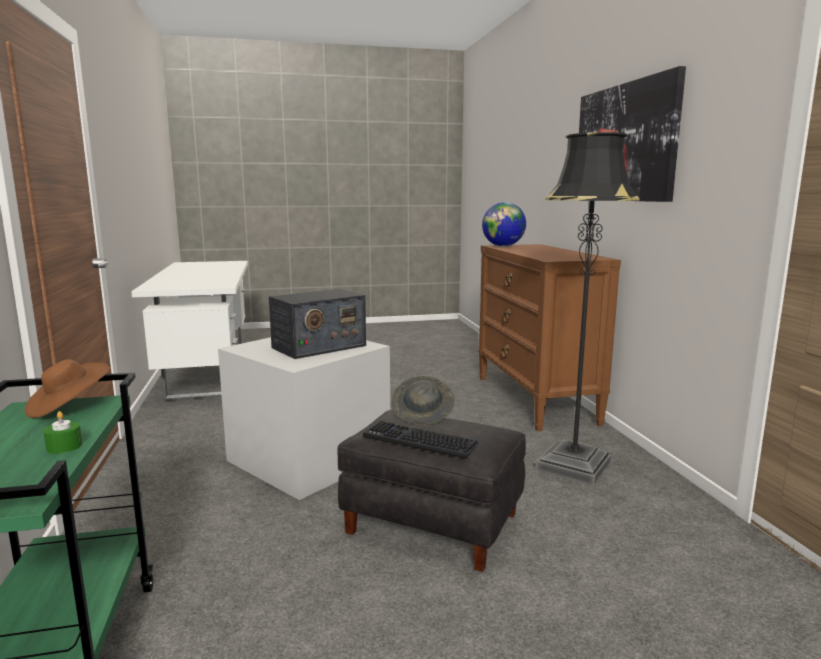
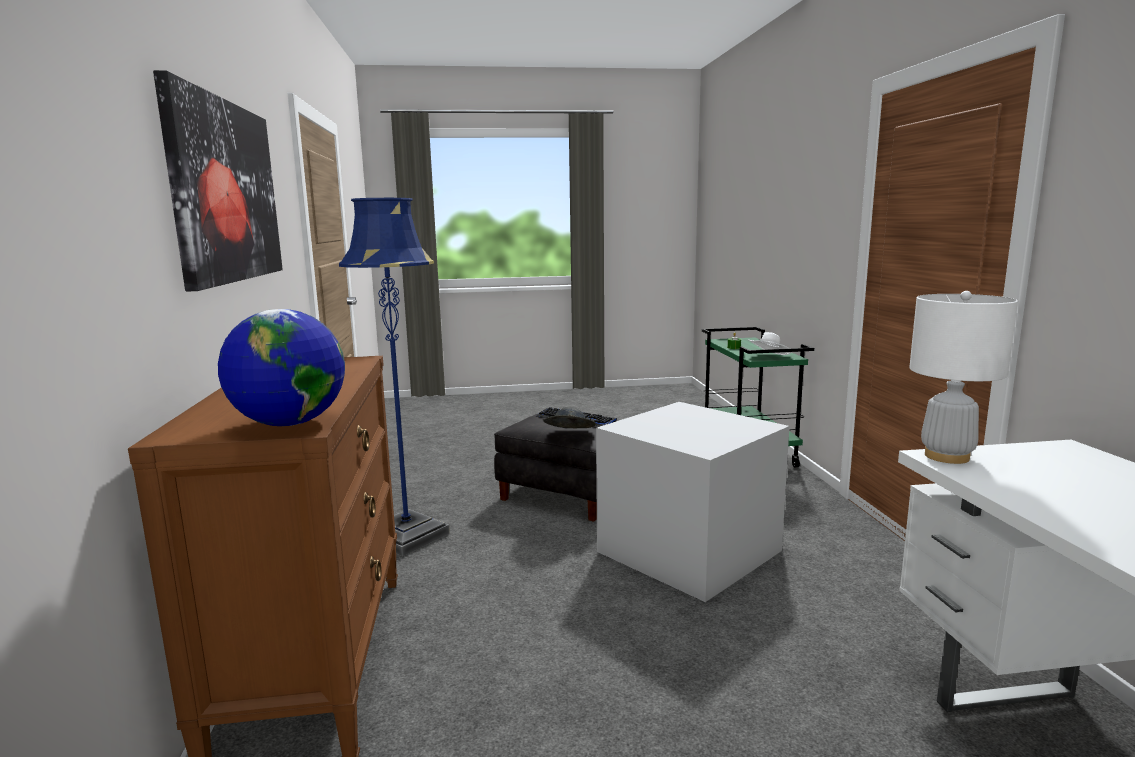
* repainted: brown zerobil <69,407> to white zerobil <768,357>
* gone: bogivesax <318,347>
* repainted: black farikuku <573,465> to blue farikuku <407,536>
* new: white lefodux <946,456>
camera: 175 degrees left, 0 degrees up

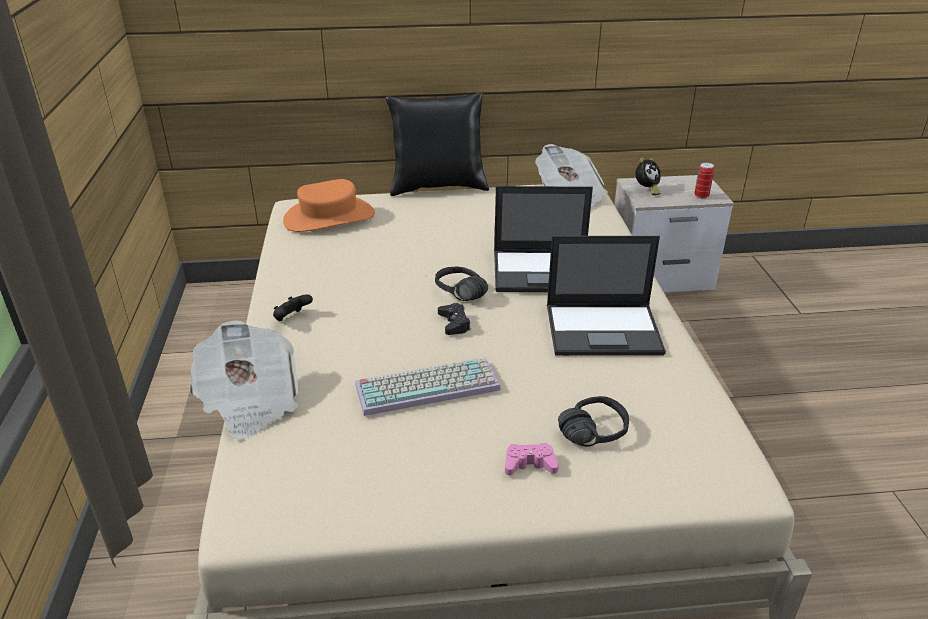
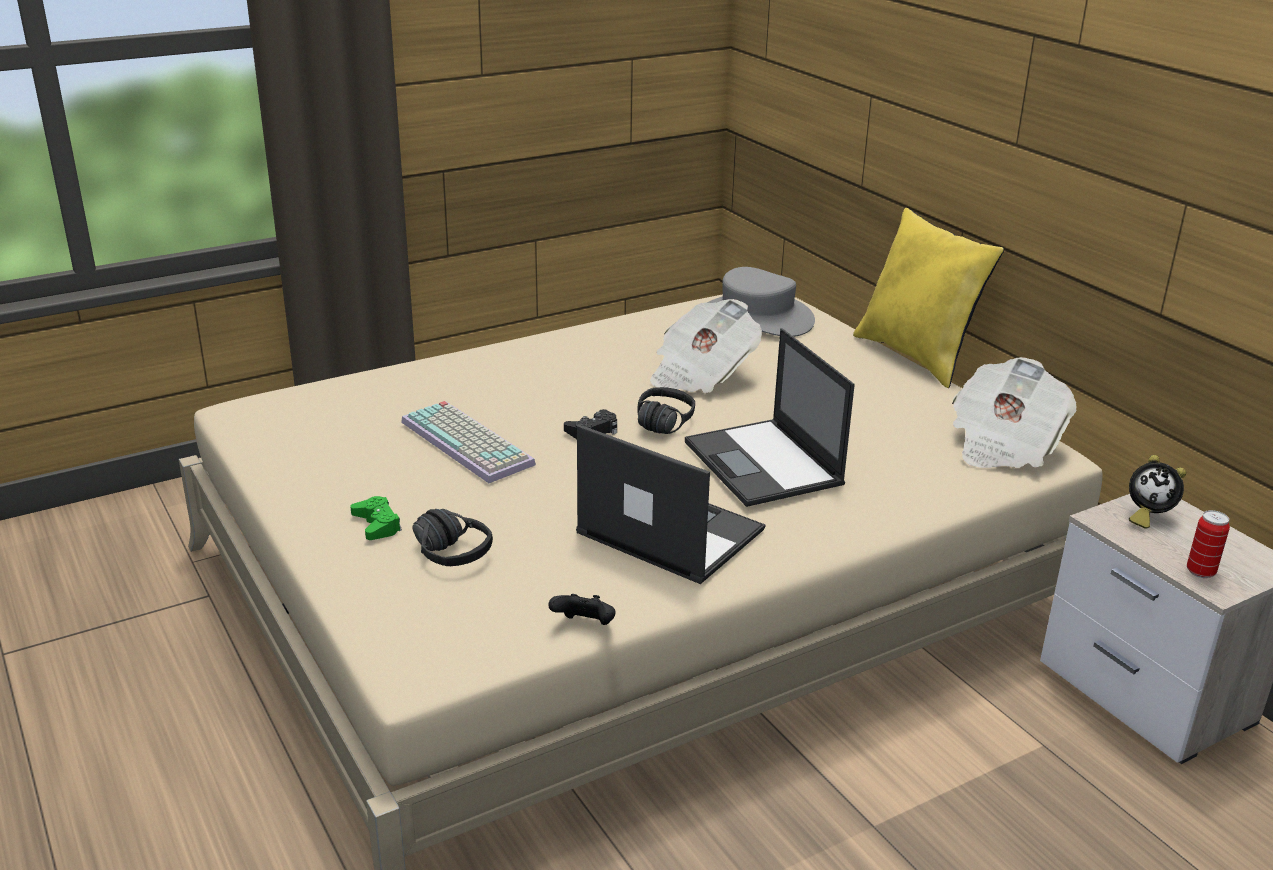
* shifted: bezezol <249,402> to <701,374>
* shifted: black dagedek <292,318> to <585,626>
* repainted: orange zerobil <329,217> to grey zerobil <757,317>
* repainted: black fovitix <438,186> to yellow fovitix <918,357>
* repainted: pink dagedek <529,464> to green dagedek <377,525>
* rotated: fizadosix <604,330> = <668,531> 150 degrees clockwise
camera: 65 degrees right, 5 degrees down

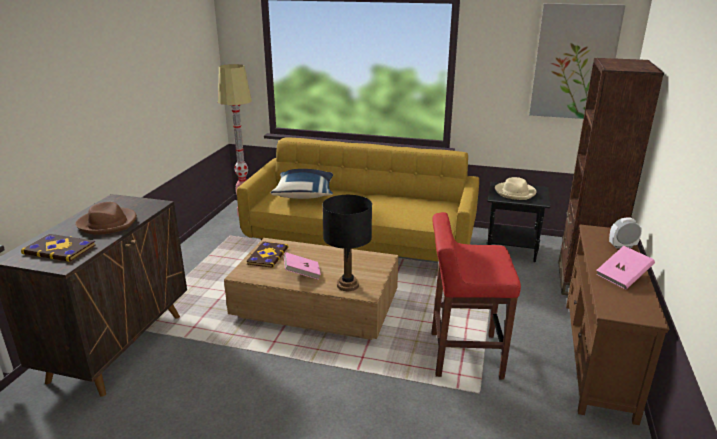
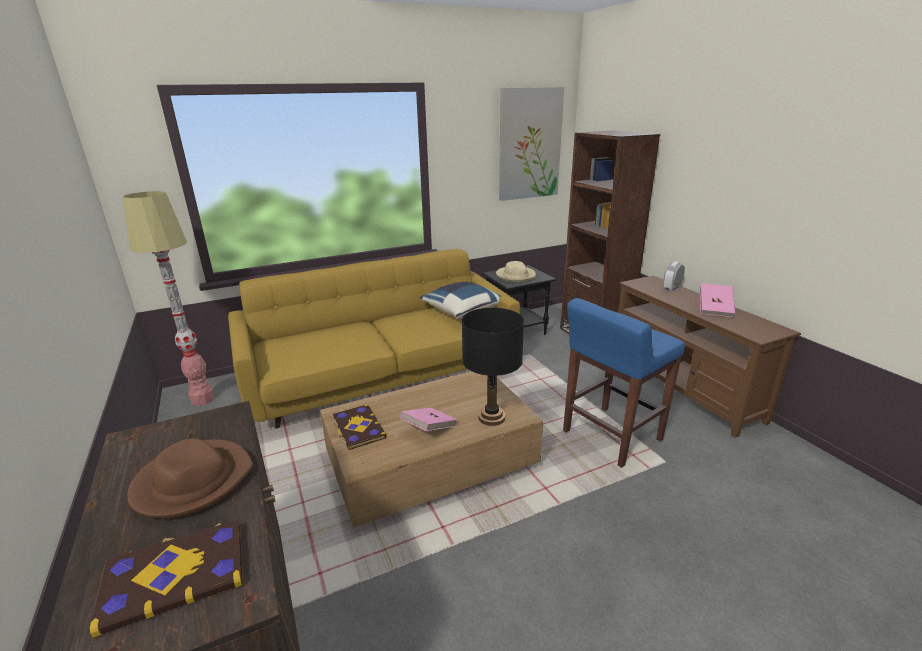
* shifted: blue fovitix <305,194> to <463,311>
* repainted: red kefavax <464,355> to blue kefavax <610,436>
camera: 40 degrees left, 0 degrees up

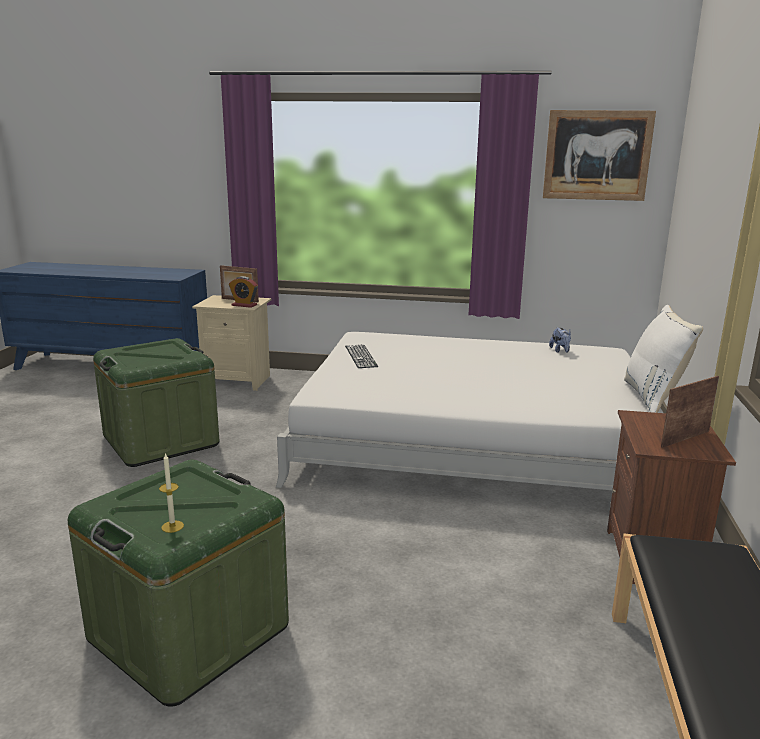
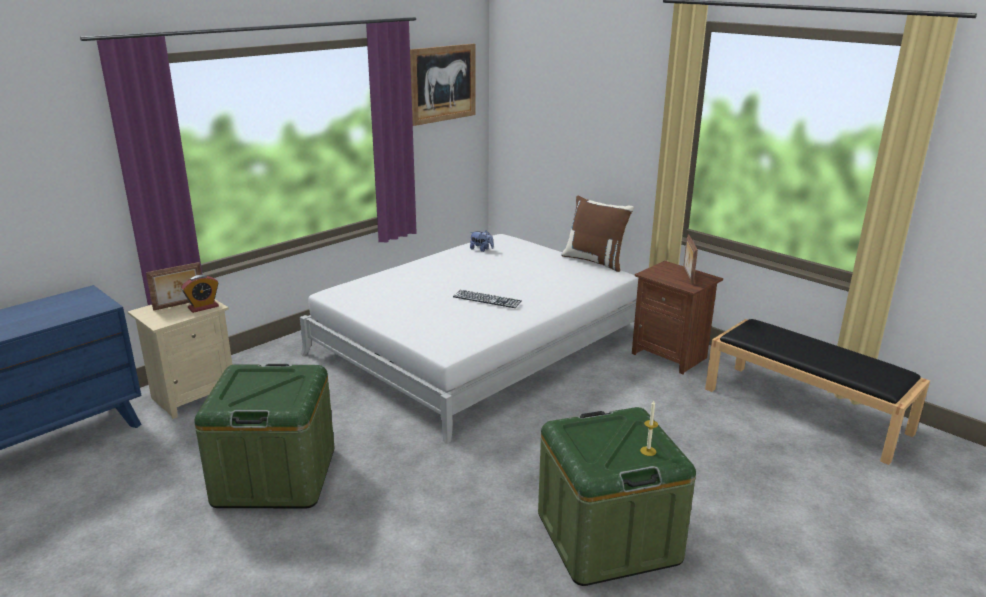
* shifted: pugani <361,356> to <487,299>
* repainted: white fovitix <654,398> to brown fovitix <595,261>
camera: 55 degrees left, 5 degrees up

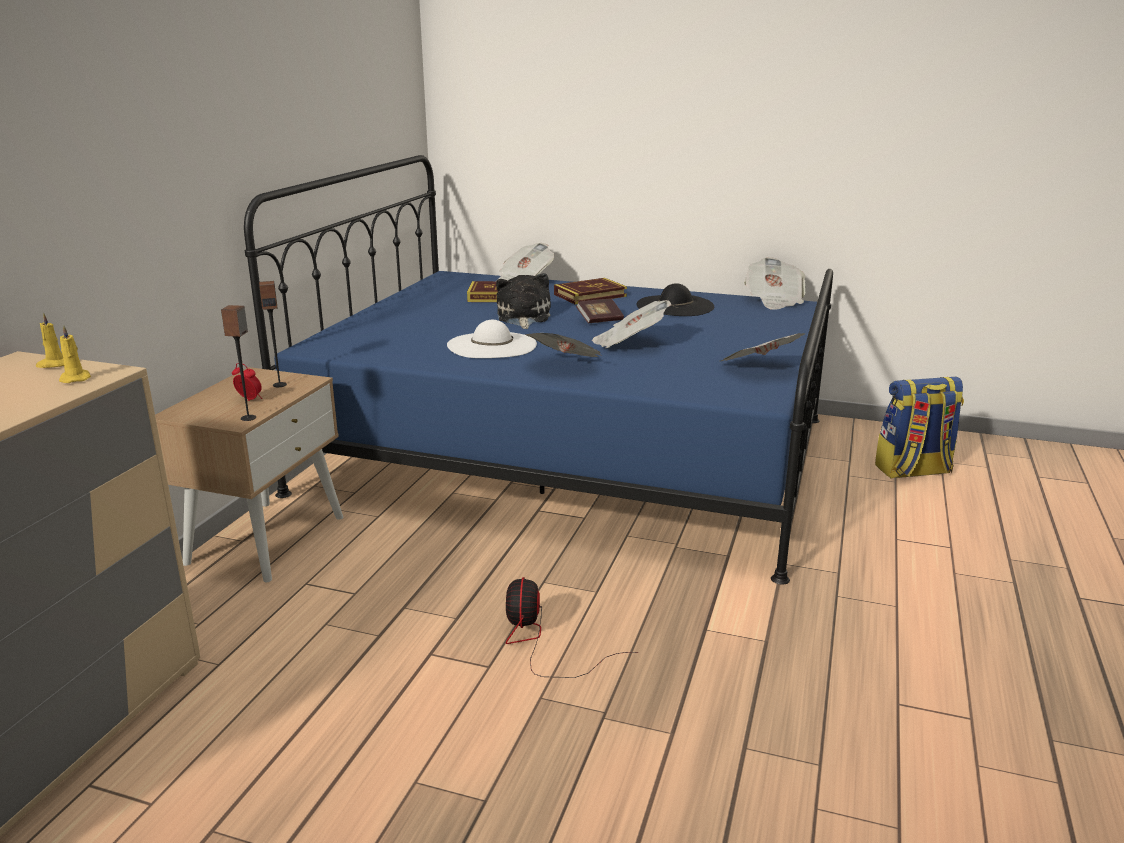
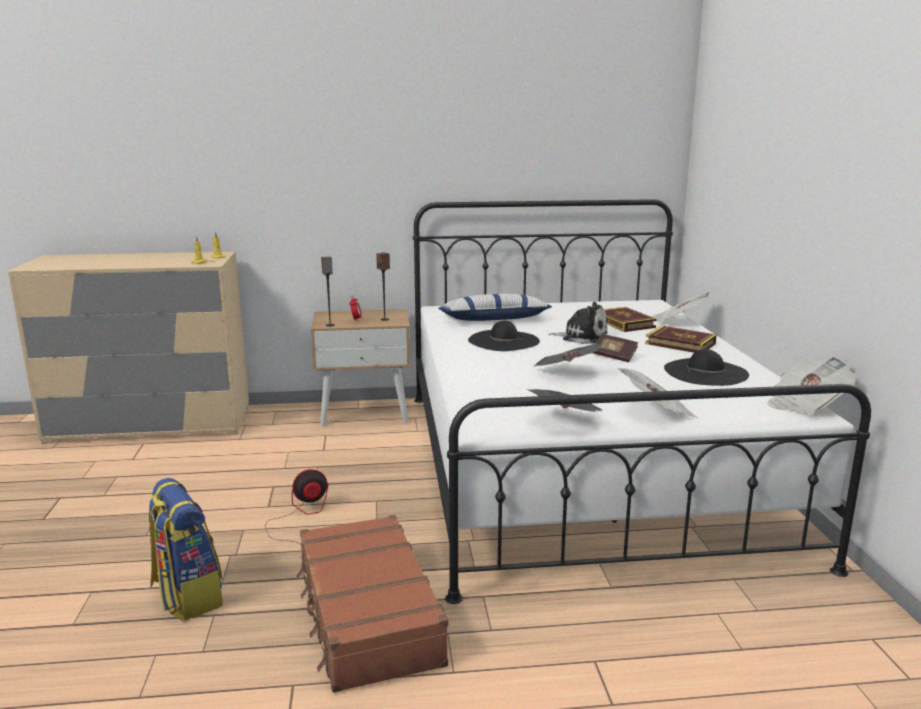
* repainted: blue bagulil <571,454> to white bagulil <581,467>
* repainted: white zerobil <492,345> to black zerobil <503,341>
* rotated: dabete <523,317> = <582,337> 45 degrees clockwise
* shifted: bezezol <567,366> to <656,412>
* shifted: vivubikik <913,471> to <187,596>
* new: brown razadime <367,616>
* new: fovitix <493,319>
camera: 65 degrees right, 5 degrees down

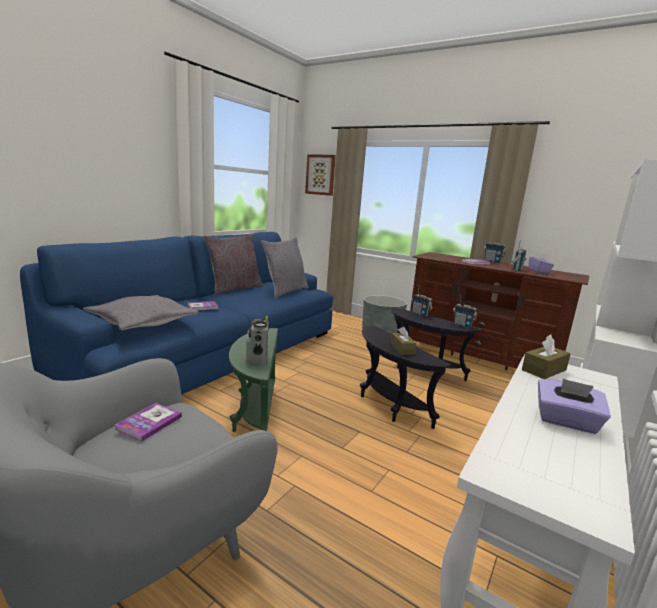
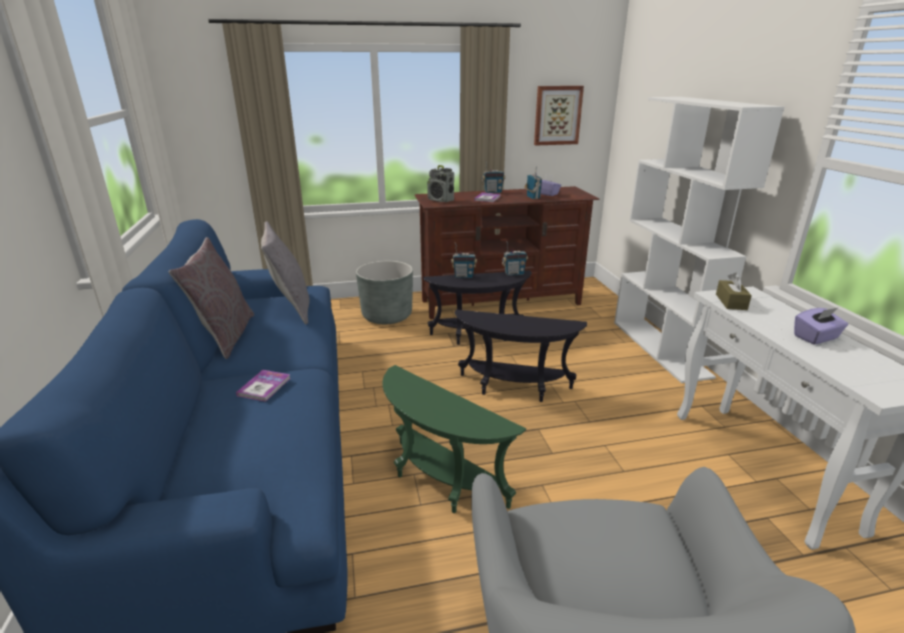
* gone: grey fovitix <142,322>
* gone: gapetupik <149,423>
* shifted: bogivesax <257,359> to <441,200>
* shifted: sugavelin <320,175> to <557,115>
* gone: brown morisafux <402,349>
camera: 45 degrees left, 10 degrees up

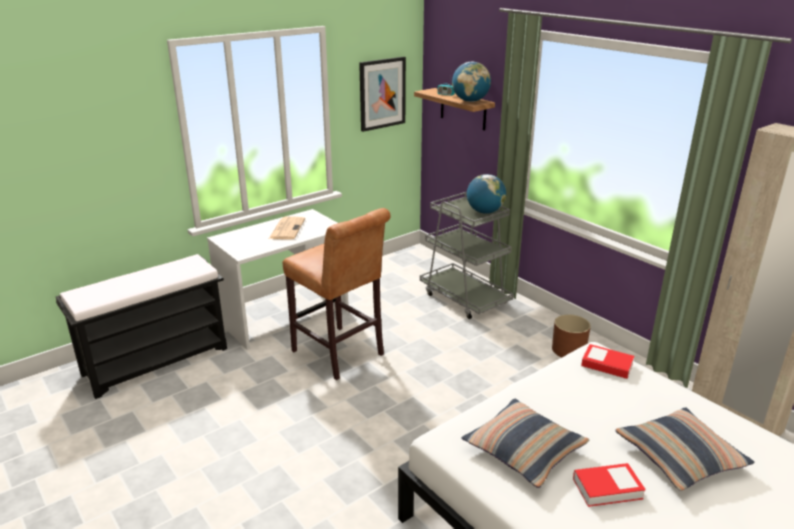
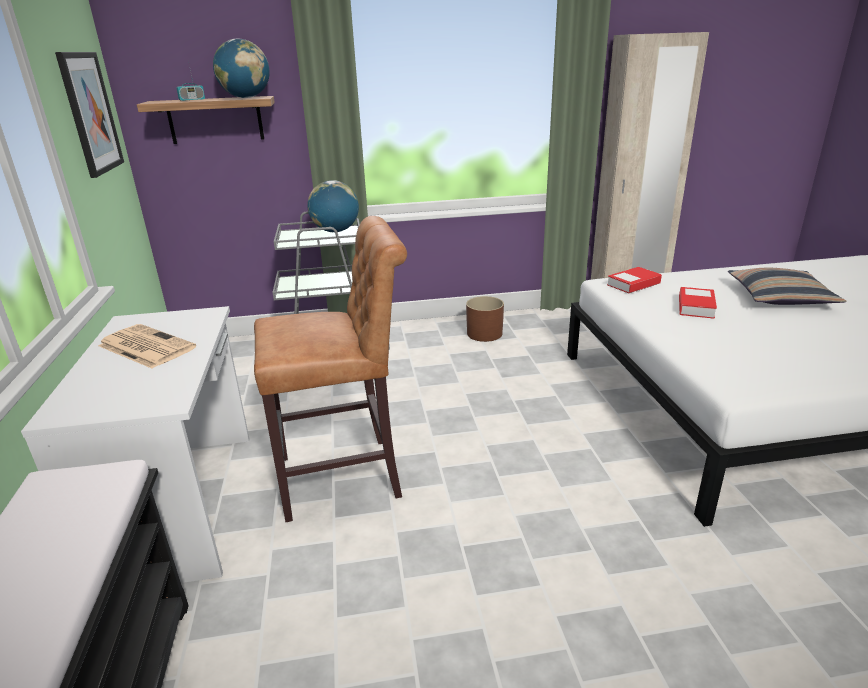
* gone: fovitix <524,450>
* shifted: gapetupik <607,488> to <696,307>
camera: 60 degrees left, 0 degrees up

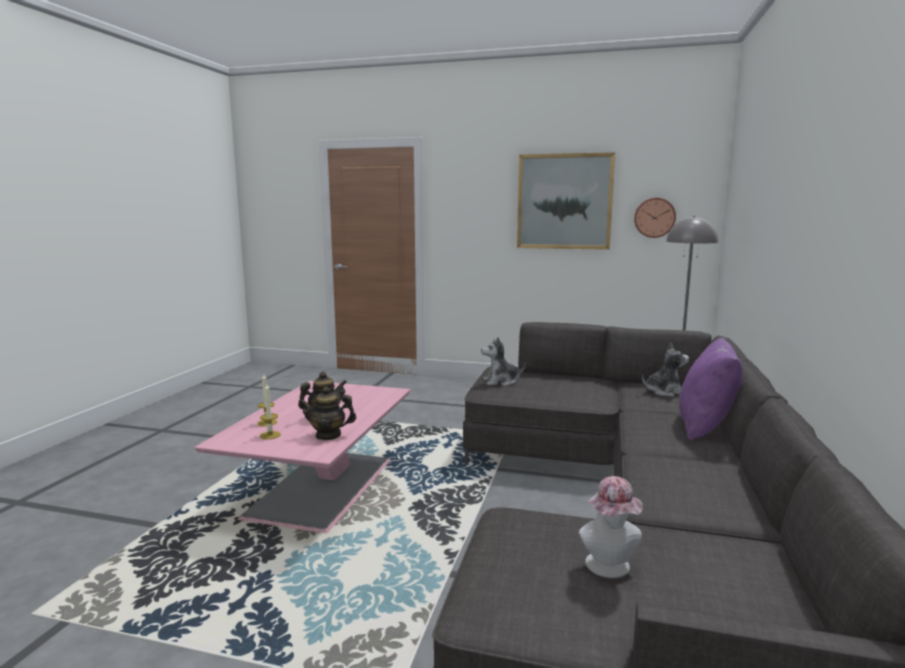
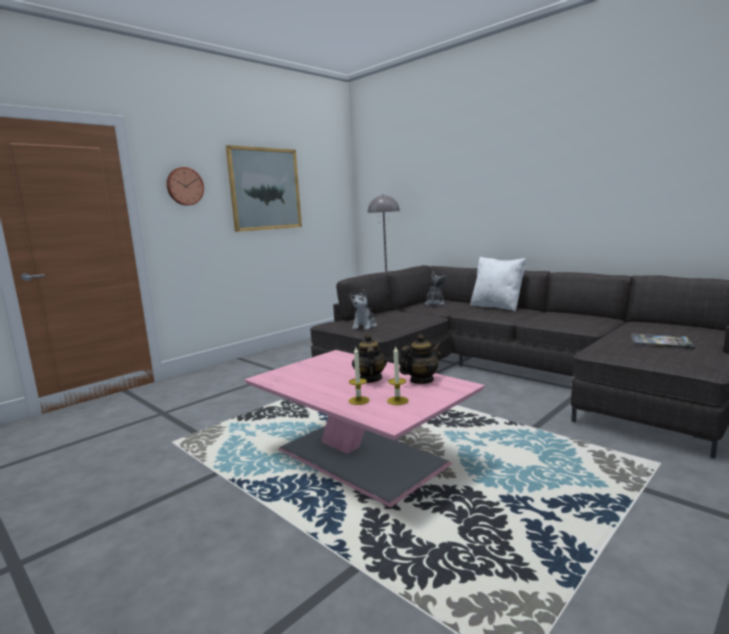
* rotated: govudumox <328,435> = <421,381> 150 degrees counterclockwise
* swapped: zerobil <610,568> to gapetupik <660,342>
* shifted: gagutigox <654,217> to <184,186>
* repainted: purple fovitix <705,427> to white fovitix <497,307>
camera: 60 degrees left, 0 degrees up

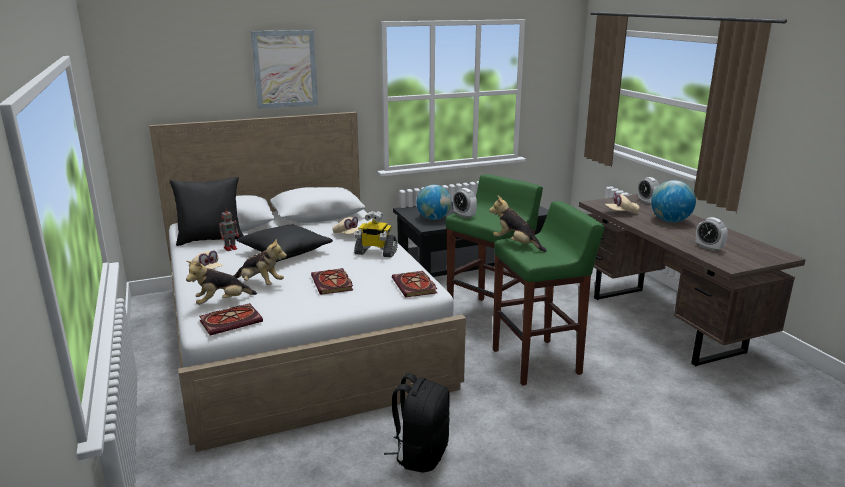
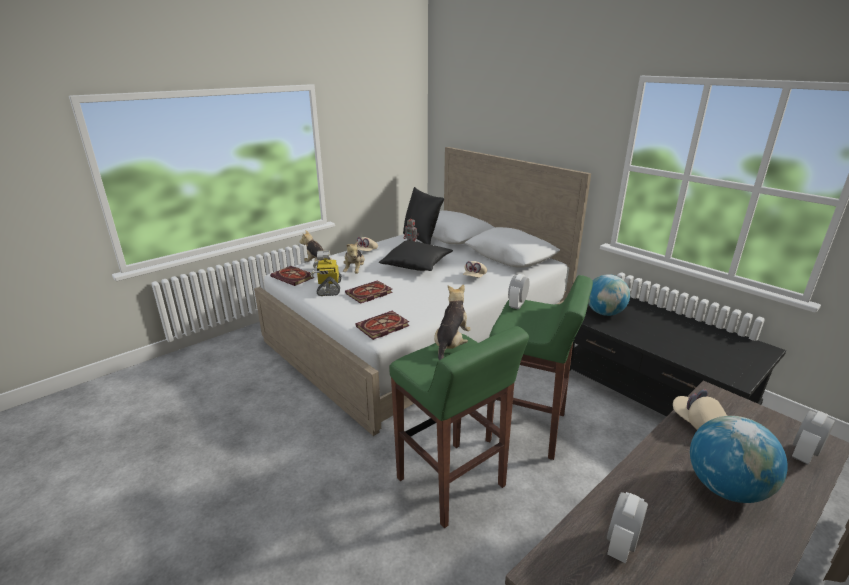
* gone: sugavelin <285,69>
* shifted: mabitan <375,253> to <328,288>
* gone: black vivubikik <420,454>
camera: 70 degrees right, 5 degrees up

